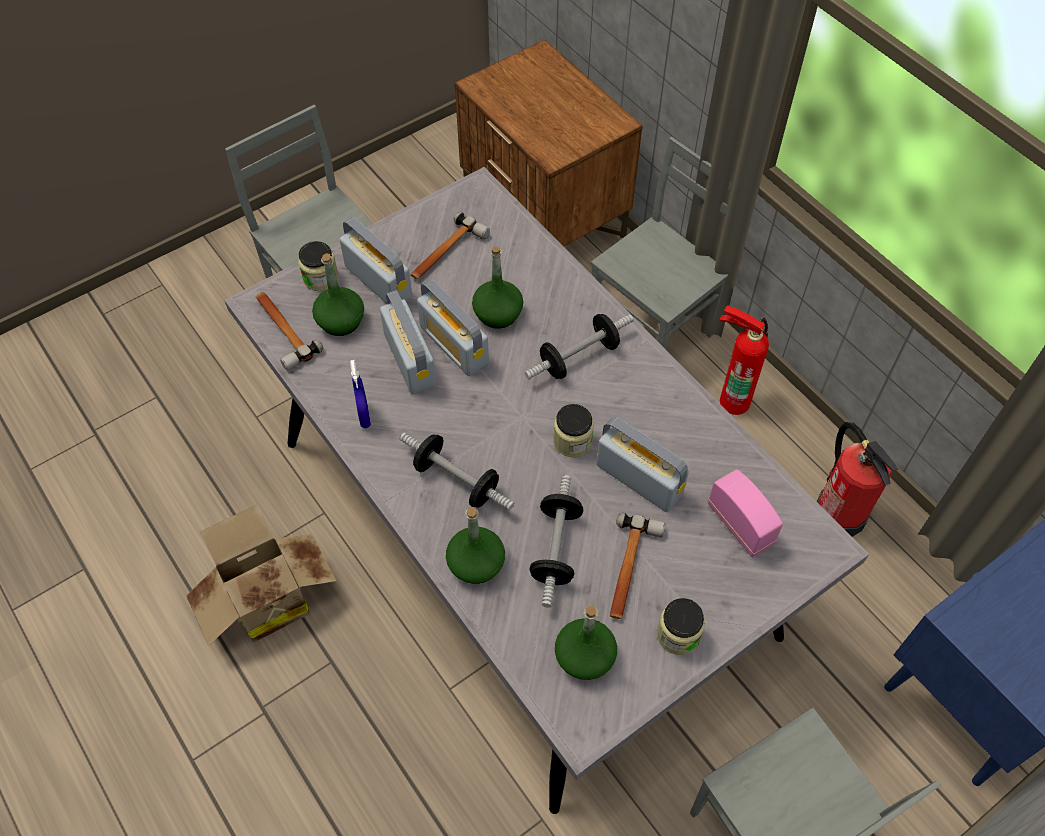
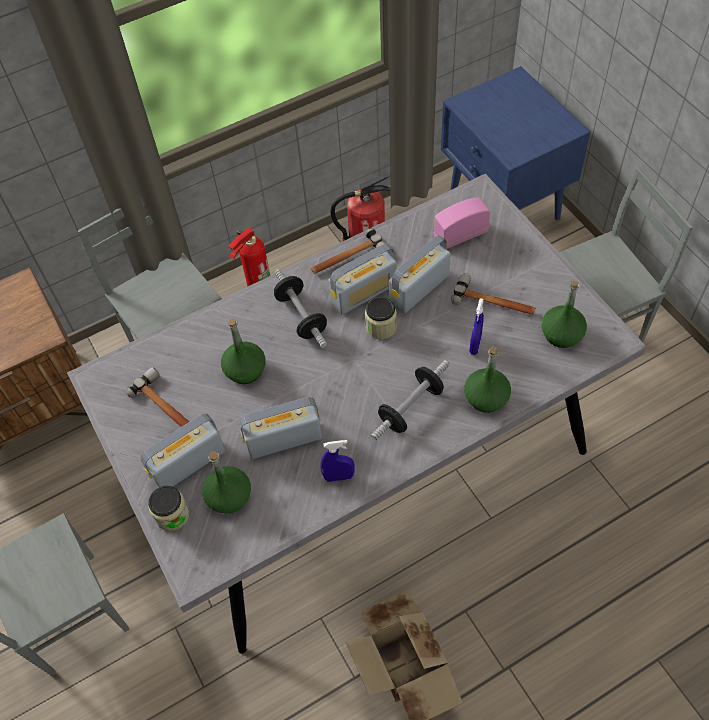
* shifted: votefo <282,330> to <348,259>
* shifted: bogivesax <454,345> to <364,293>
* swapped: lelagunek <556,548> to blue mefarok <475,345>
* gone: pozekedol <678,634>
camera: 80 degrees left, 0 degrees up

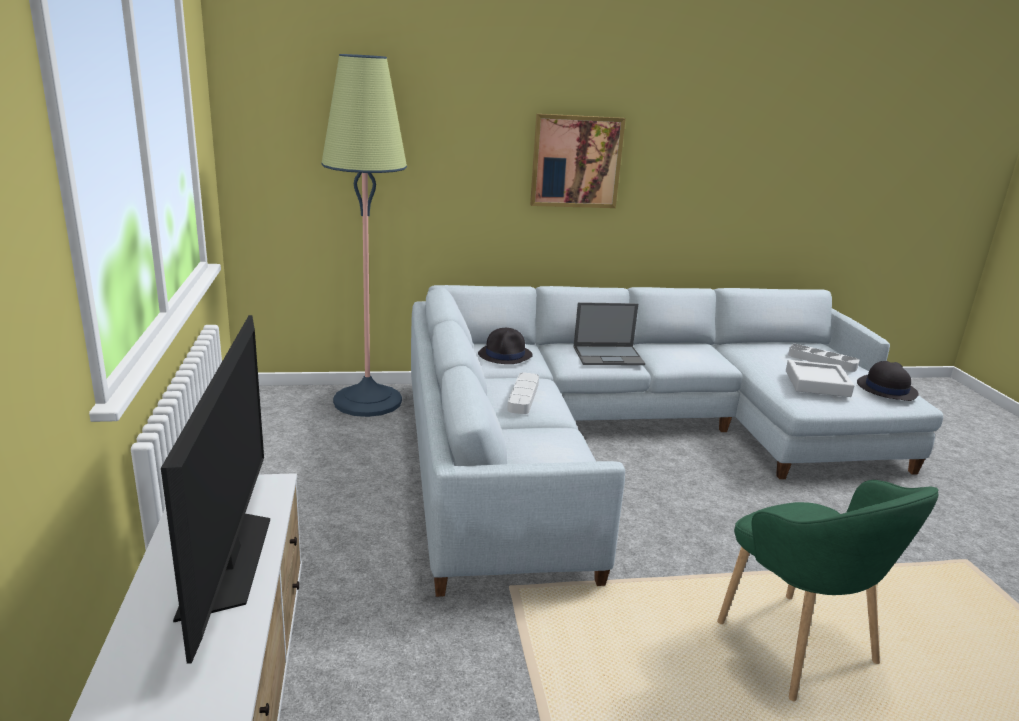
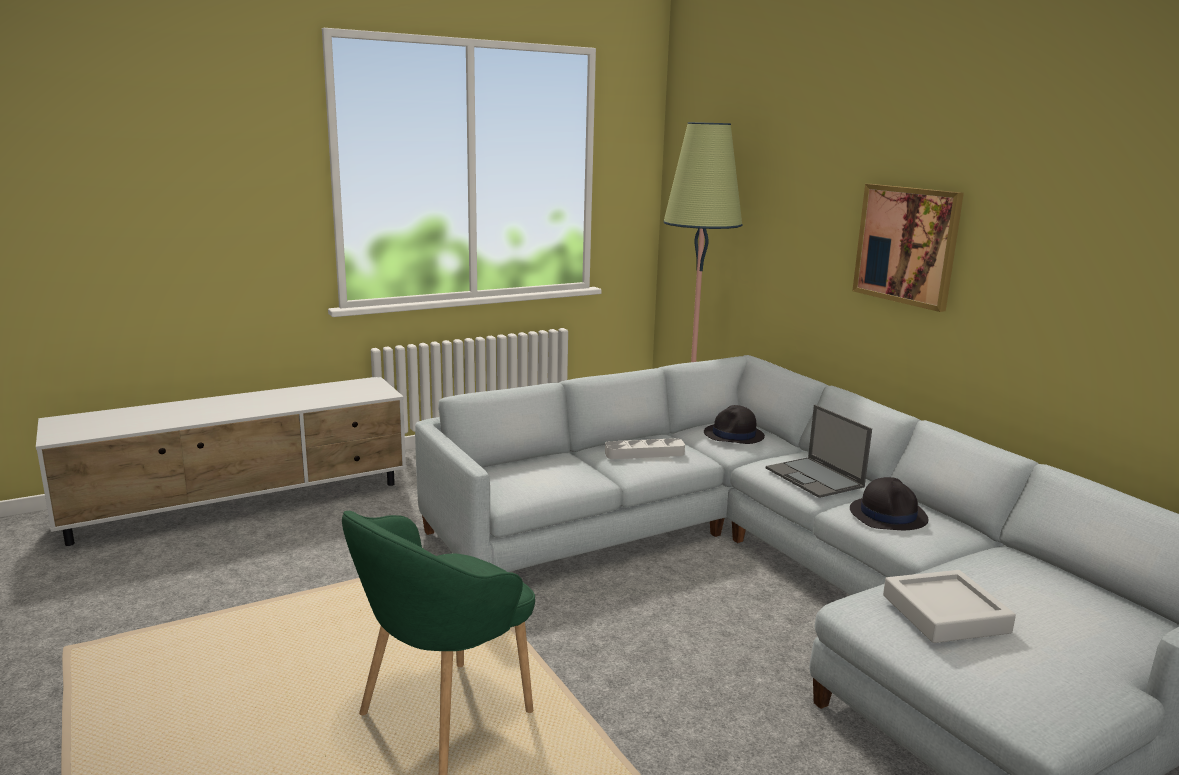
* gone: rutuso <228,559>
* gone: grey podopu <822,361>
* shifted: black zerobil <886,389> to <888,515>
camera: 70 degrees right, 5 degrees down

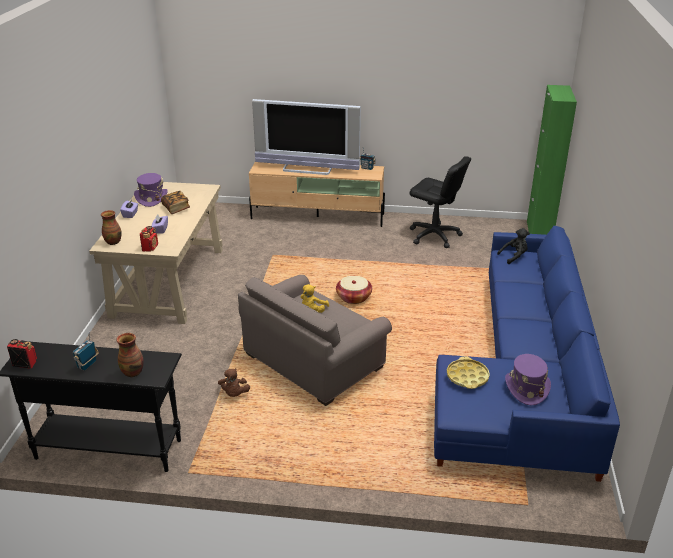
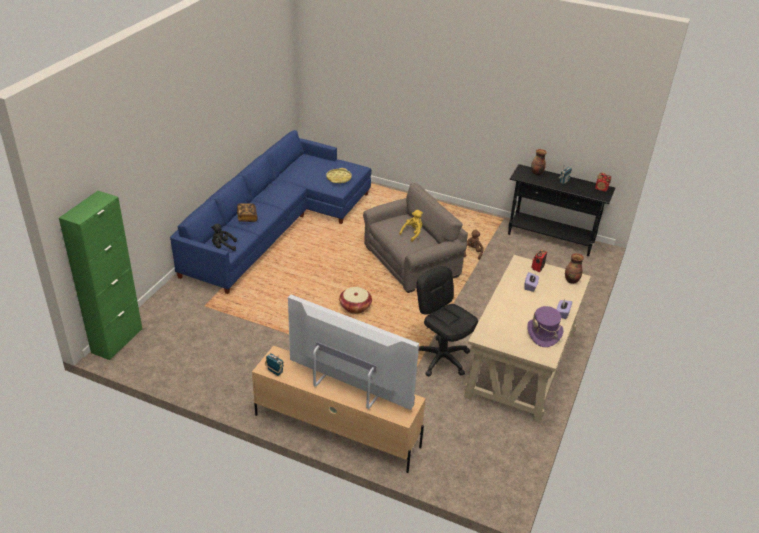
* shifted: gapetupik <176,208> to <247,217>
* shifted: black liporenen <434,236> to <441,358>
* gone: purple zerobil <526,388>
camera: 165 degrees left, 5 degrees up

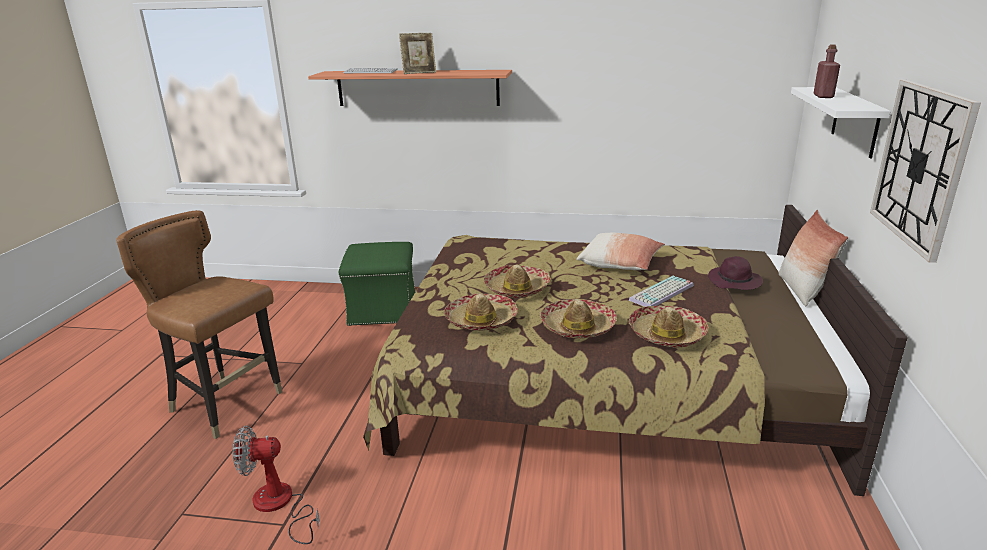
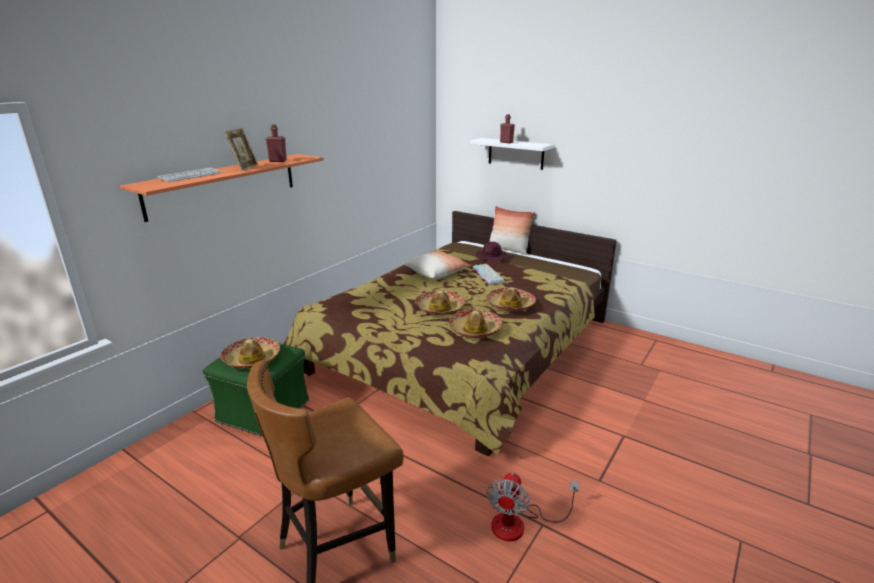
* shifted: zerobil <667,334> to <251,359>
* gone: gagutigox <920,165>
* new: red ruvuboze <278,161>
camera: 65 degrees left, 0 degrees up

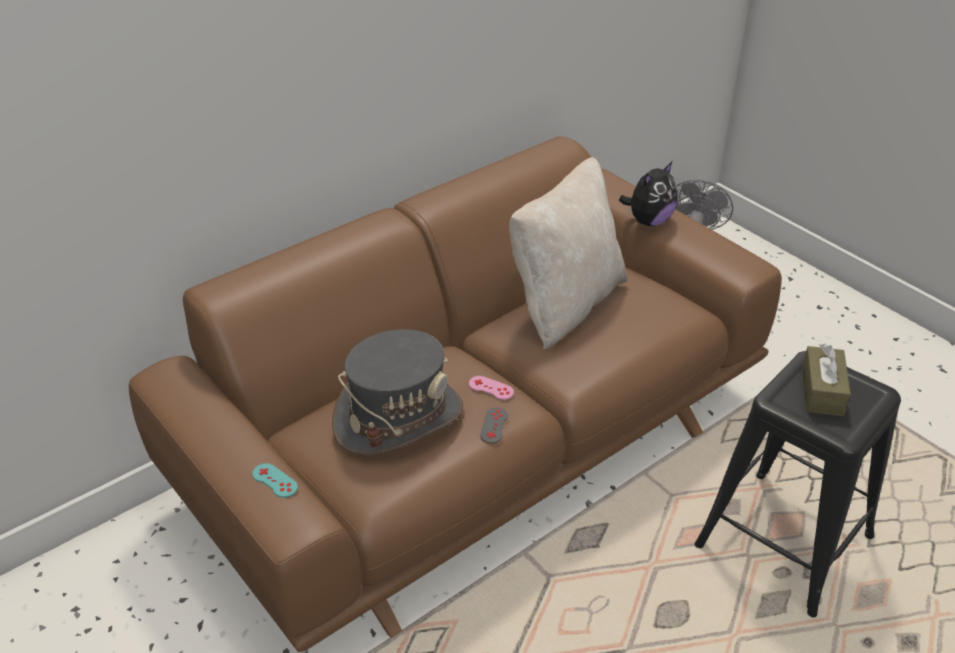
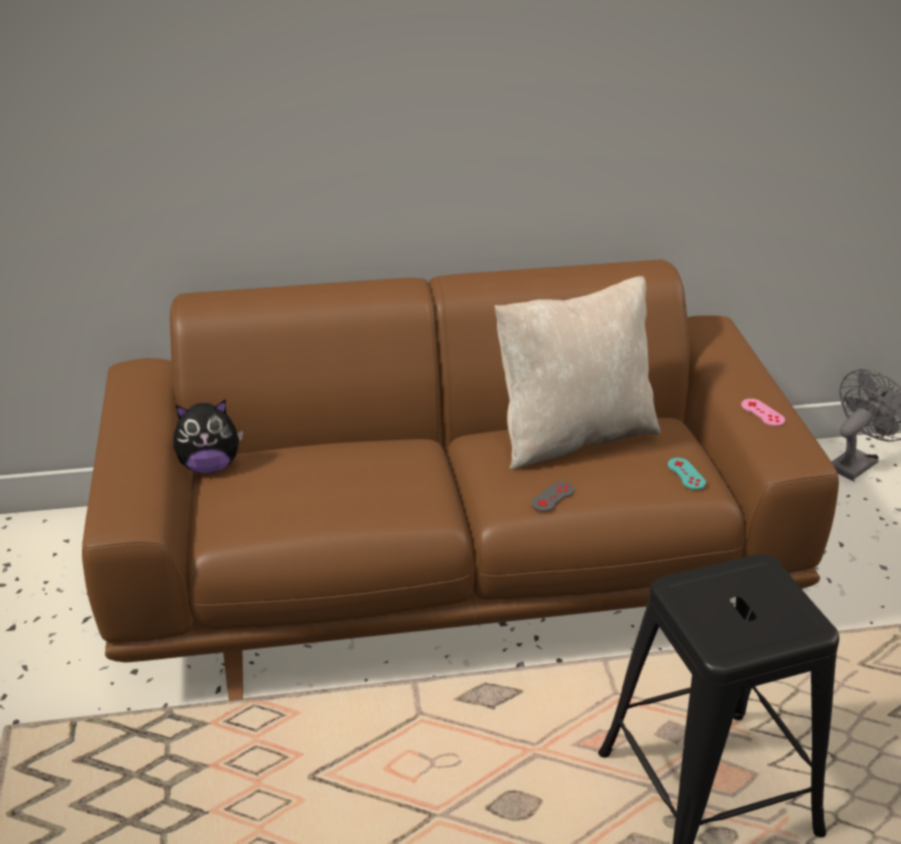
* shifted: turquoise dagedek <275,480> to <686,474>
* gone: grey zerobil <398,417>
* shifted: pink dagedek <491,388> to <762,413>
* shifted: grey dagedek <494,425> to <552,497>
* shifted: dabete <649,221> to <209,466>
* gone: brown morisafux <822,391>
camera: 30 degrees right, 5 degrees down

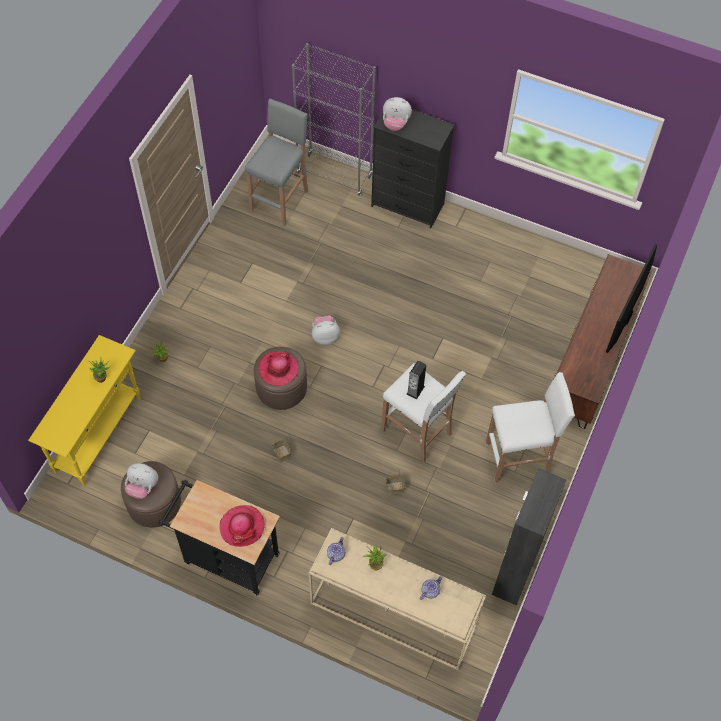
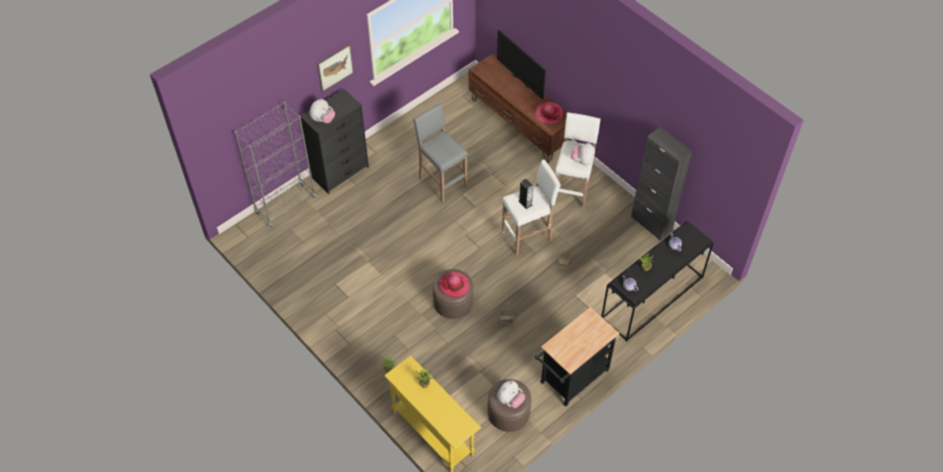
* shifted: zerobil <242,526> to <548,114>
* shifted: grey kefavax <280,200> to <442,181>
* repainted: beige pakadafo <391,615> to black pakadafo <652,298>
* shifted: dabete <325,336> to <582,161>
* new: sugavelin <335,67>
camera: 65 degrees left, 5 degrees down

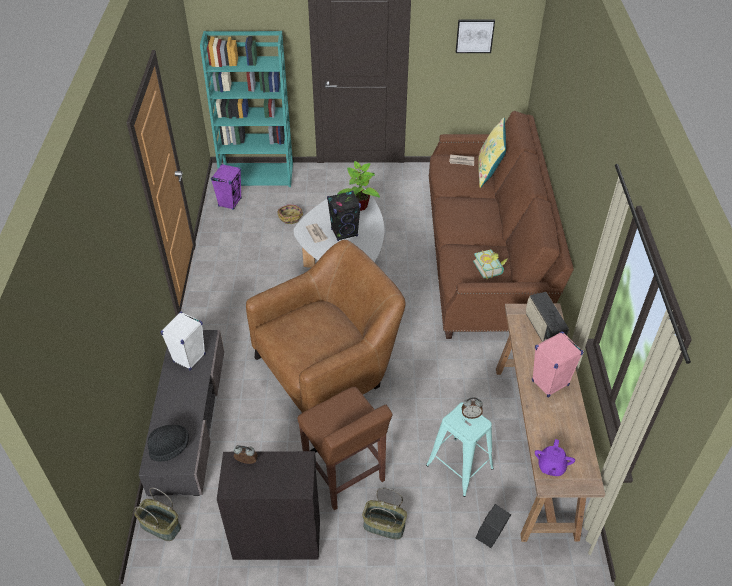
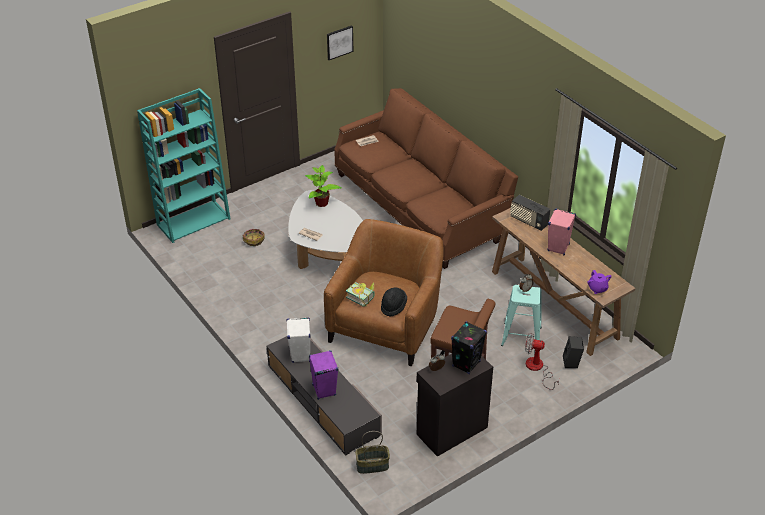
* shifted: black zerobil <170,448> to <393,306>
* shifted: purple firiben <230,202> to <324,390>
* shifted: black firiben <344,233> to <466,364>
* gone: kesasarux <383,526>
* shifted: gapetupik <490,268> to <362,297>
* gone: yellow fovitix <489,172>
* new: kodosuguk <537,369>
camera: 35 degrees left, 5 degrees down

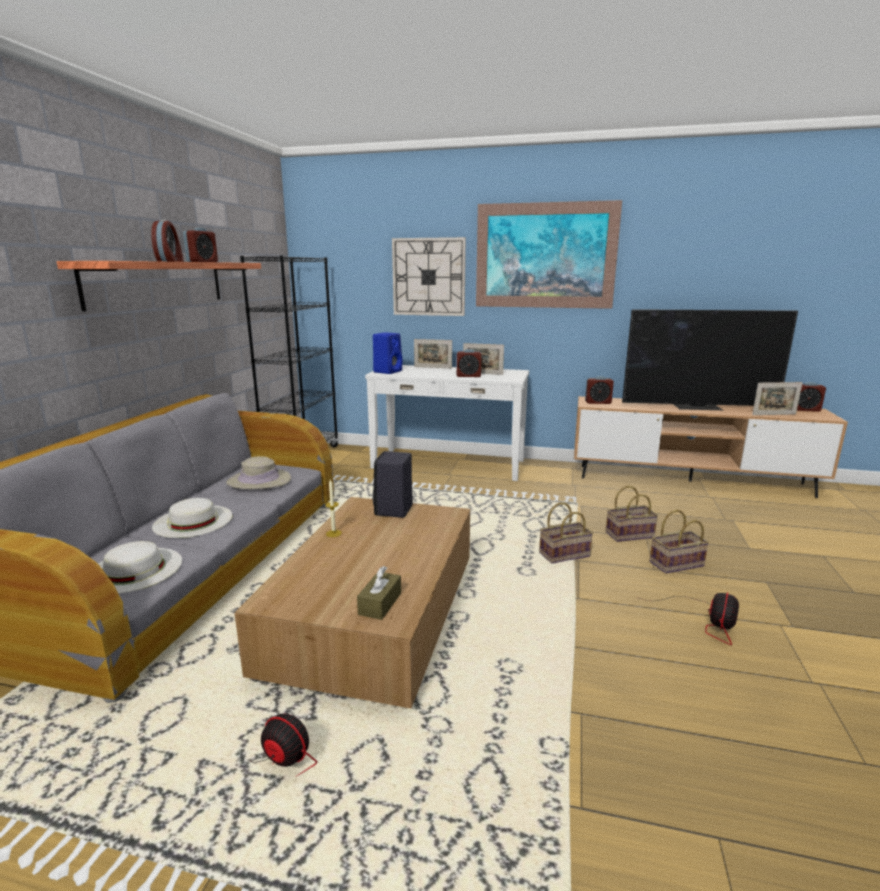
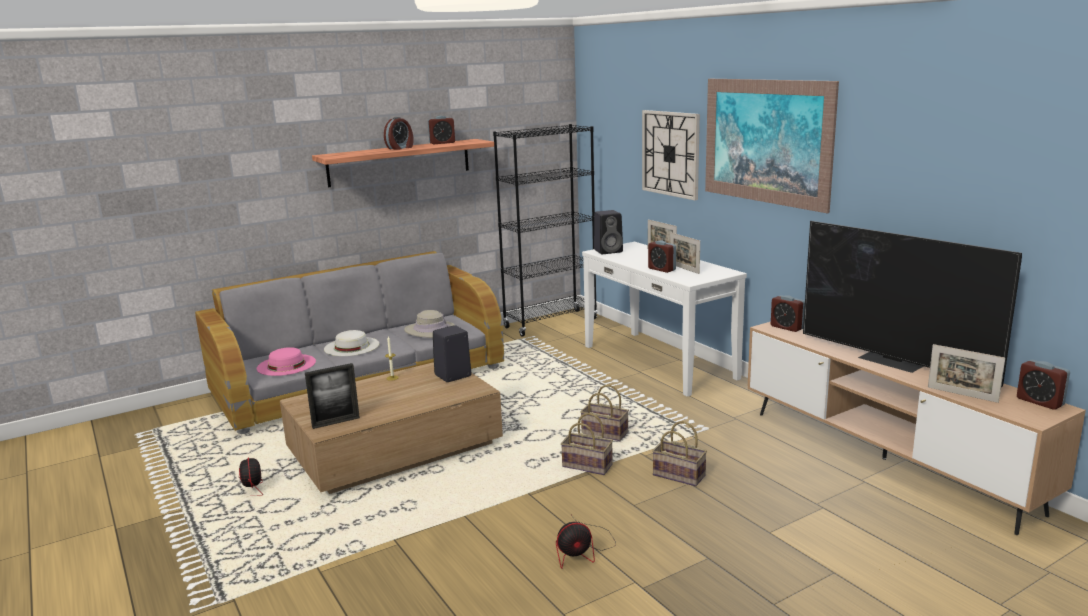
* repainted: white zerobil <134,569> to pink zerobil <286,365>
* swapped: brown morisafux <380,603> to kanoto <336,422>
* repainted: blue firiben <388,371> to black firiben <609,251>
* shifted: kesasarux <676,564> to <603,433>
camera: 45 degrees right, 0 degrees up

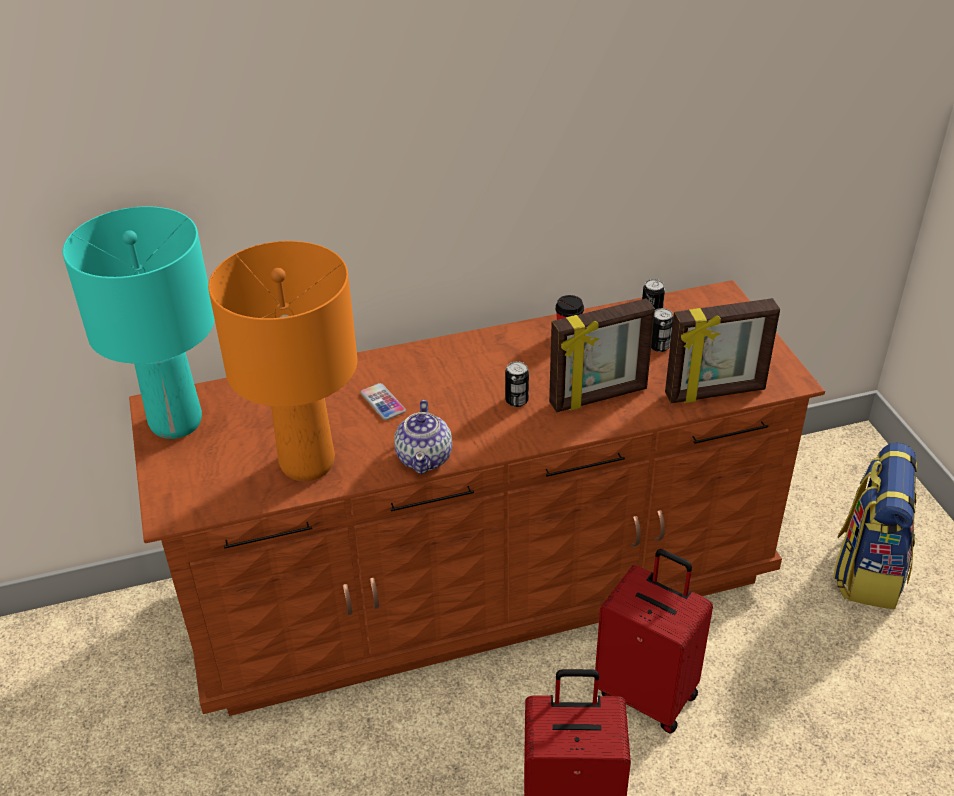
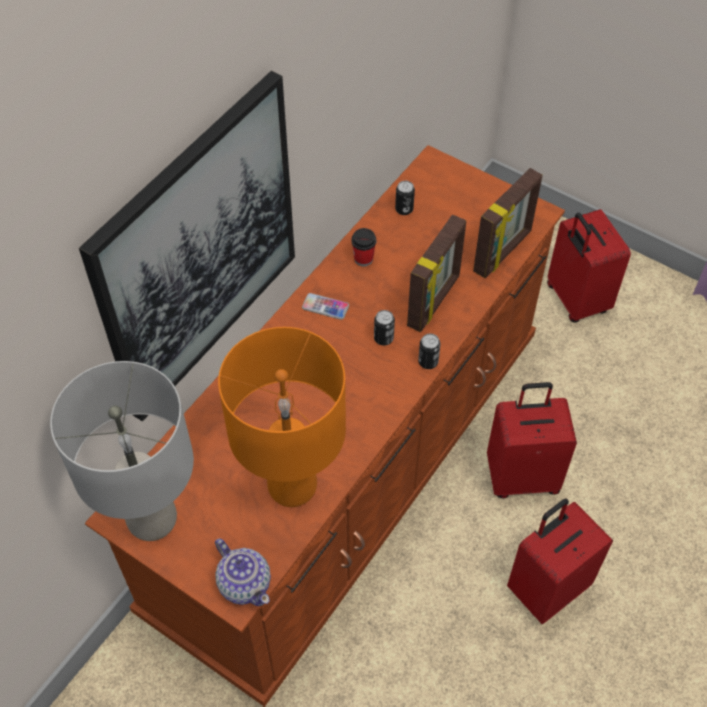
* repainted: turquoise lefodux <175,421> to grey lefodux <151,519>
* shifted: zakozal <383,402> to <325,307>
* shifted: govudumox <425,457> to <245,583>
* shifted: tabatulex <659,346> to <428,362>
* swapped: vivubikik <867,570> to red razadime <575,300>
* new: sugavelin <198,250>
camera: 40 degrees left, 15 degrees up

